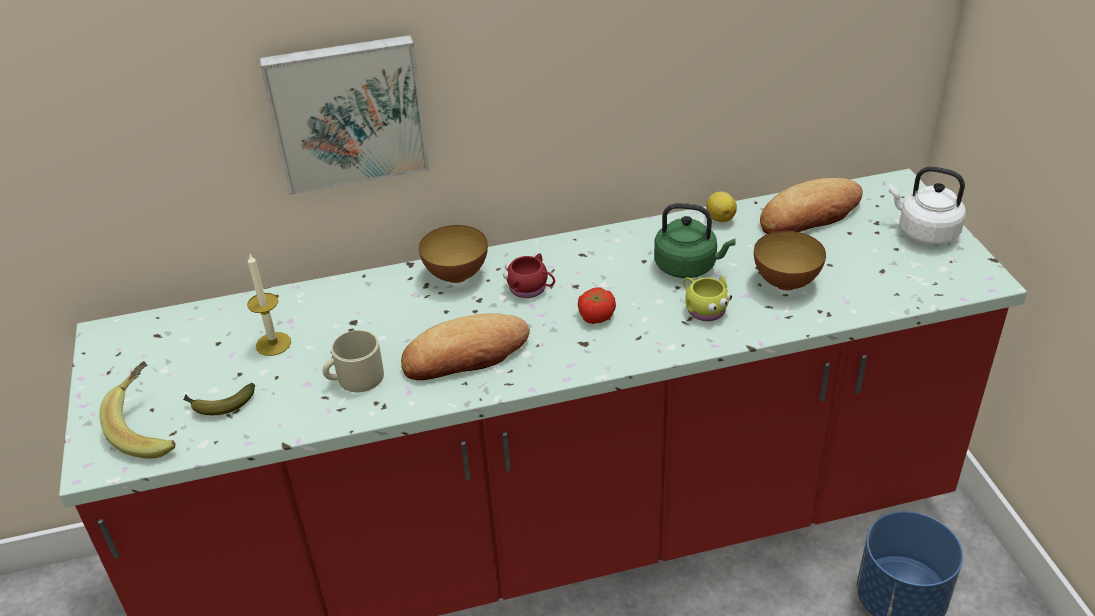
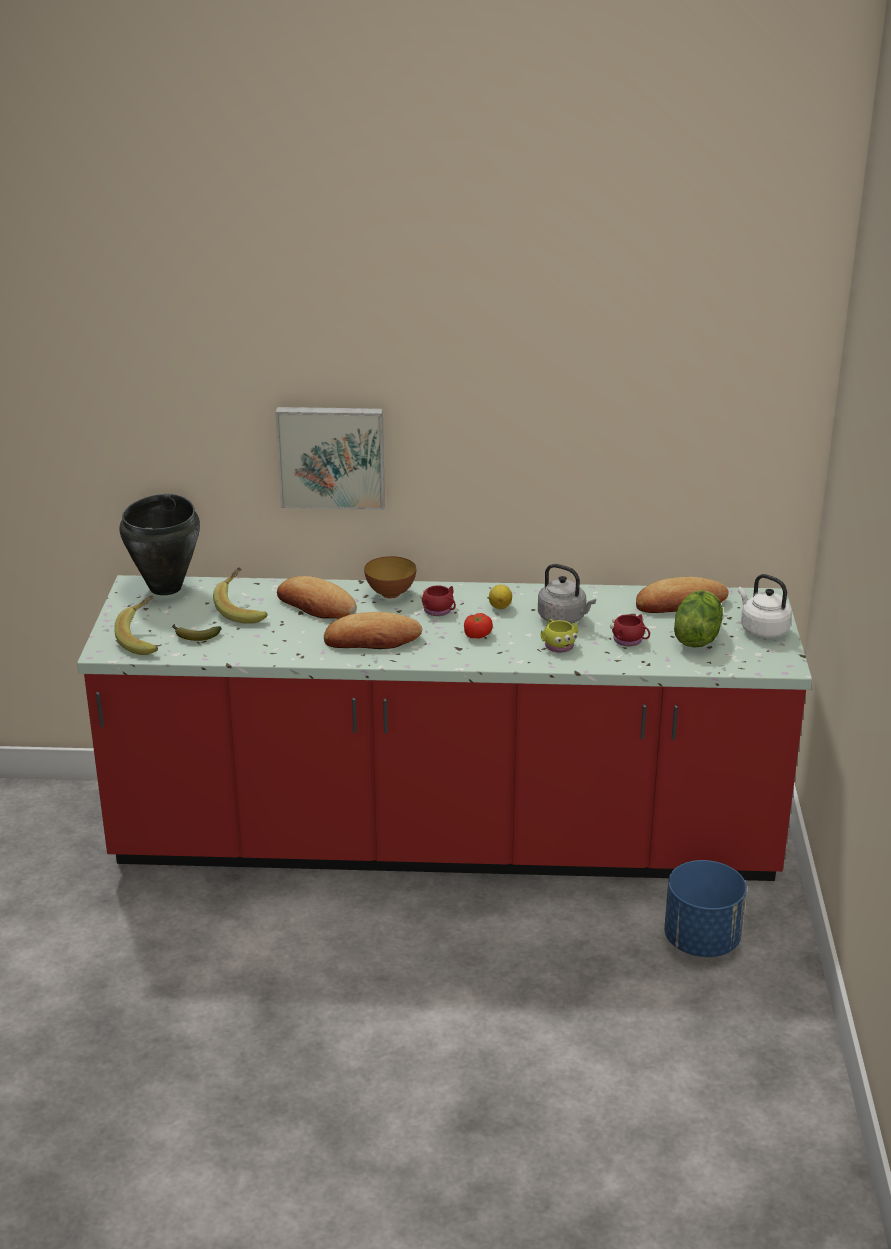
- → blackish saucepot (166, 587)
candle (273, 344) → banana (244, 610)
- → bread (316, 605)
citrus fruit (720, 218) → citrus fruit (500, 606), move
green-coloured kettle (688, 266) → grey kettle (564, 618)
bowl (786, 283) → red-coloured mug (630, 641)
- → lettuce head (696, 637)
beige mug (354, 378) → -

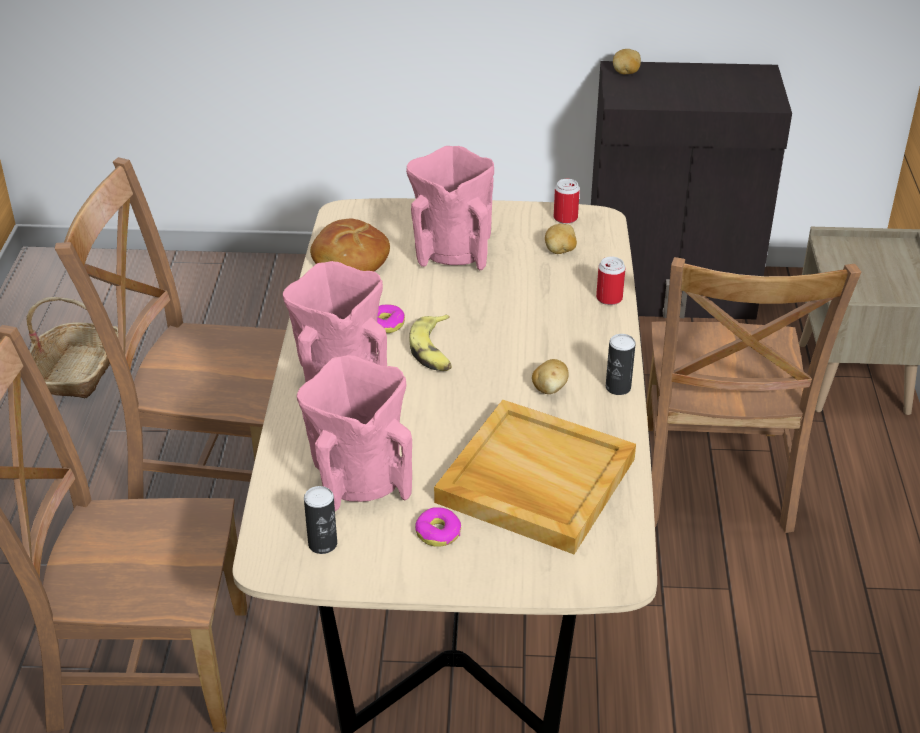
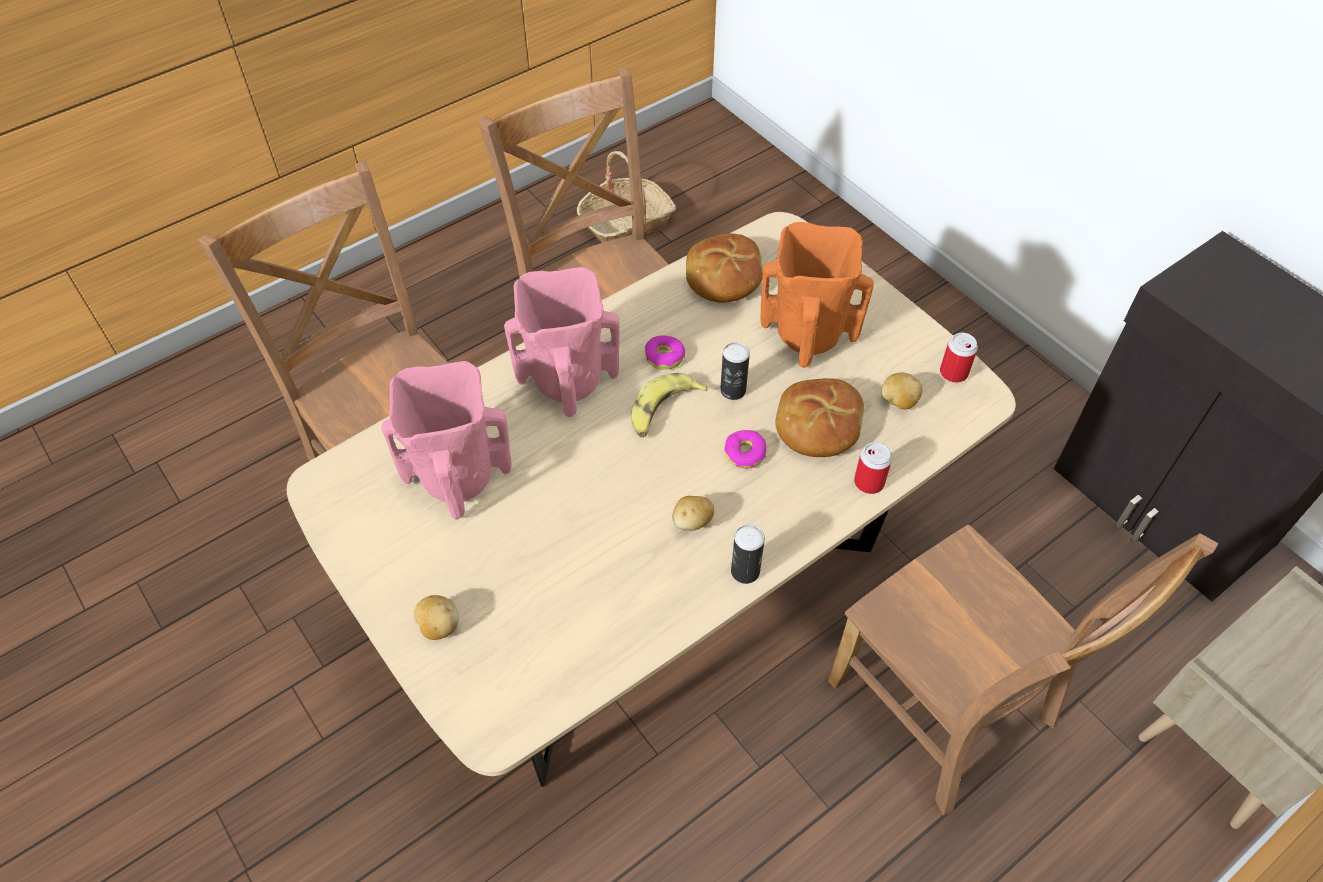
whole potato (626, 73) → whole potato (438, 626), move
sealed can (322, 544) → sealed can (733, 390), move
donut (438, 533) → donut (744, 453), move
pinkish decorative vase (452, 252) → orange decorative vase (808, 332)
- → bread (817, 426)
brown-coloured chair (713, 482) → brown-coloured chair (947, 710), 90 degrees counterclockwise
beige tray (534, 481) → -

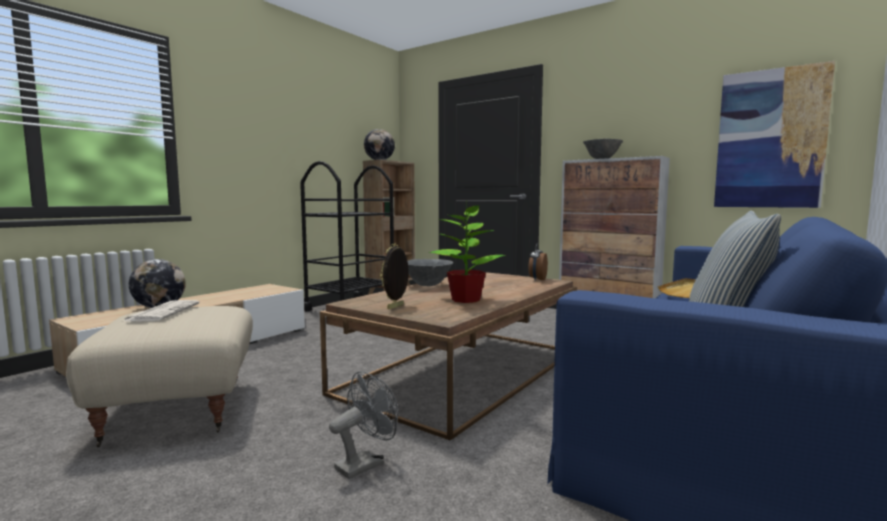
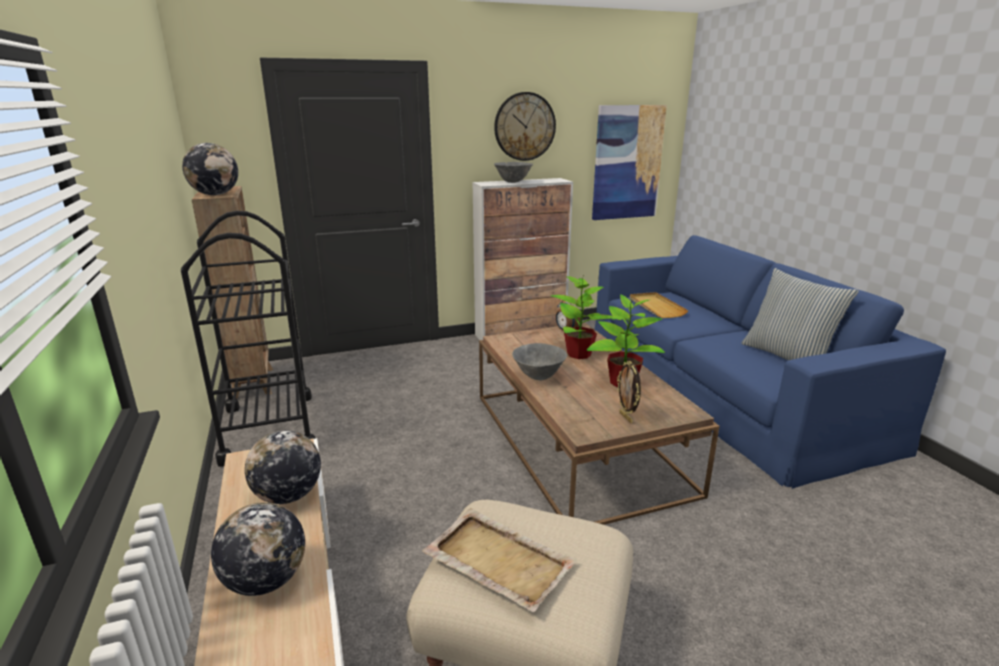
- → desk globe (288, 496)
daily paper (163, 312) → beige tray (497, 560)
- → hanging clock (524, 126)
- → potted plant (579, 354)
grey electric fan (365, 463) → -

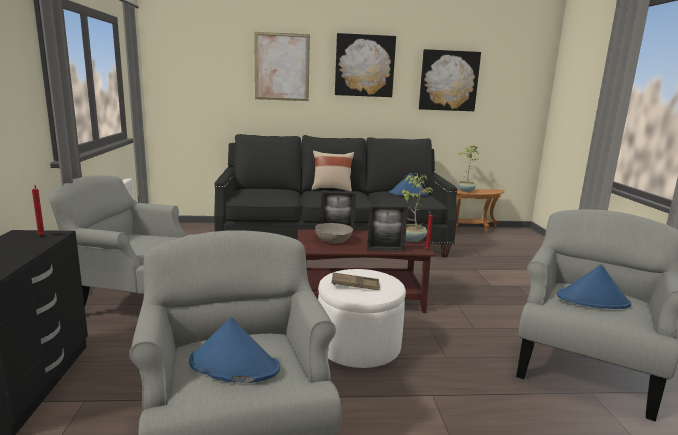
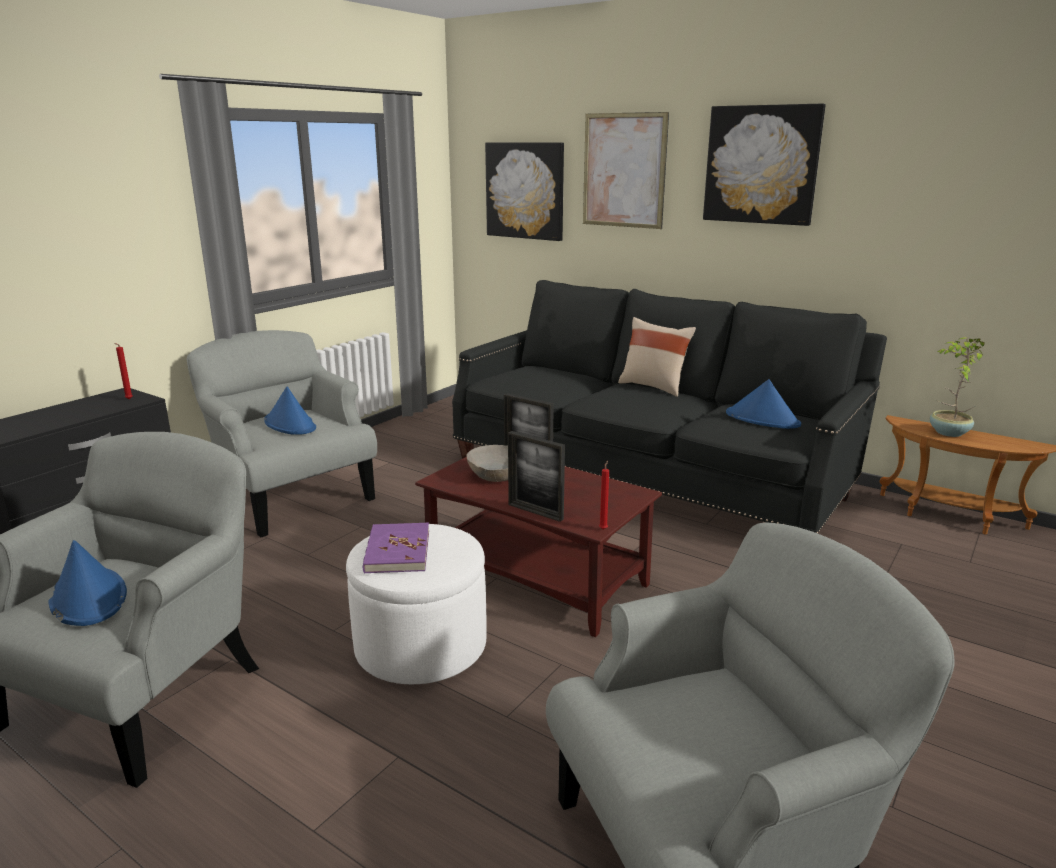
blue clothing hat (593, 300) → blue clothing hat (290, 424), move
brown-coloured tray (355, 285) → purple book (397, 551)
wall picture (448, 81) → wall picture (525, 191), move
potted plant (411, 239) → -

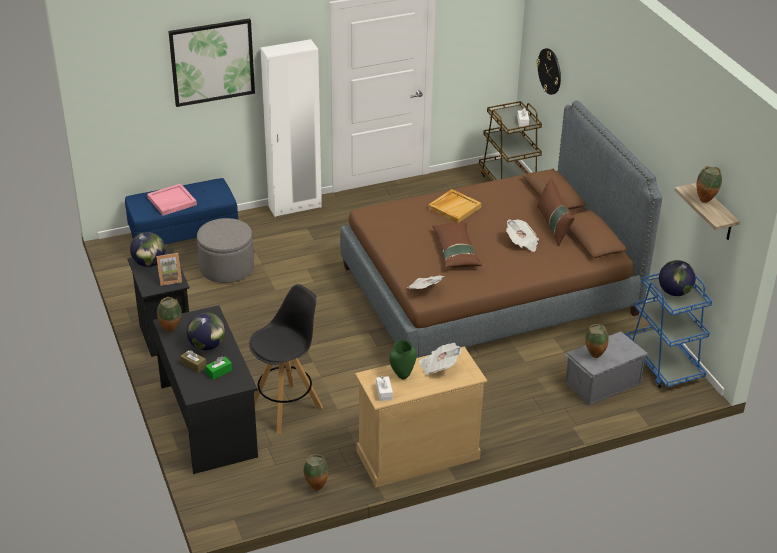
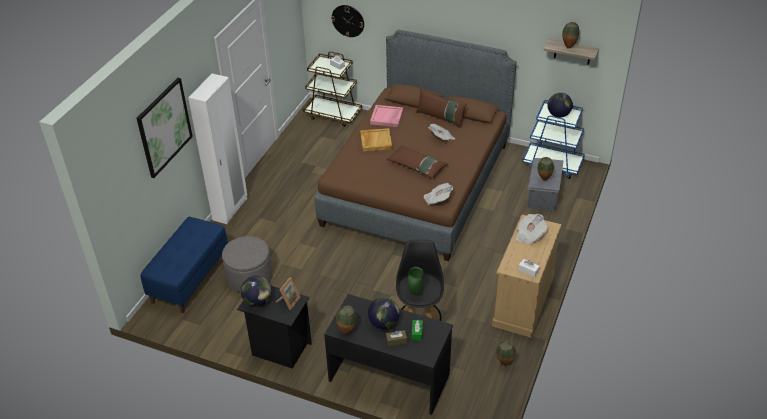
pinkish tray (172, 201) → pinkish tray (387, 117), move
green-coloured decorative vase (402, 376) → green-coloured decorative vase (416, 293), move

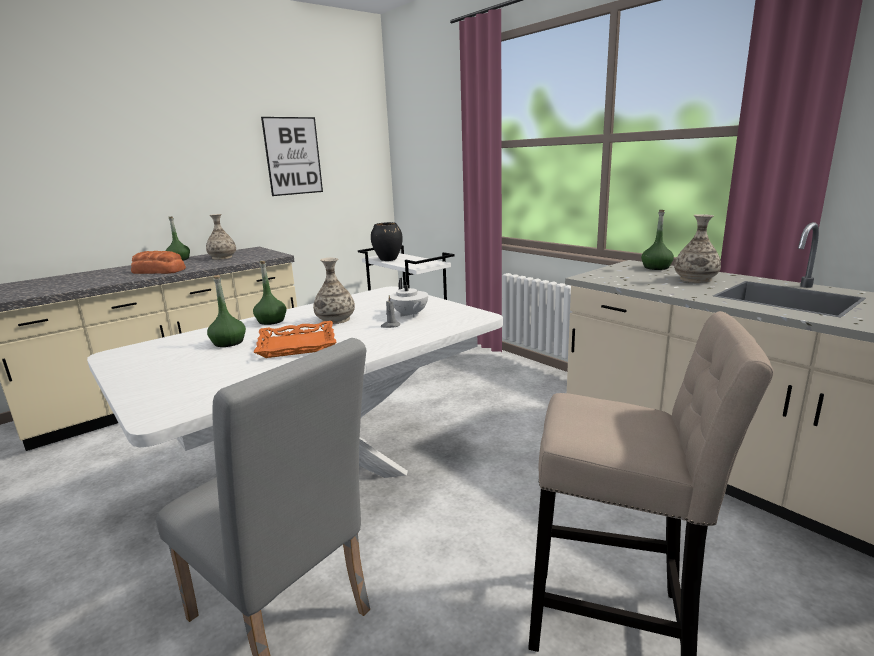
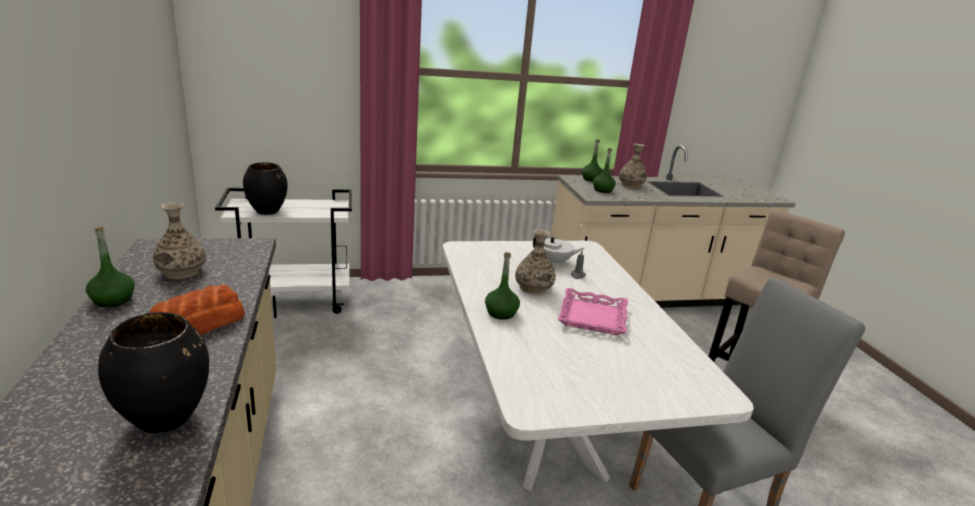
- → blackish decorative vase (166, 418)
orange tray (297, 344) → pinkish tray (592, 317)
green-coloured beverage bottle (229, 342) → green-coloured beverage bottle (602, 190), move
wall picture (293, 156) → -

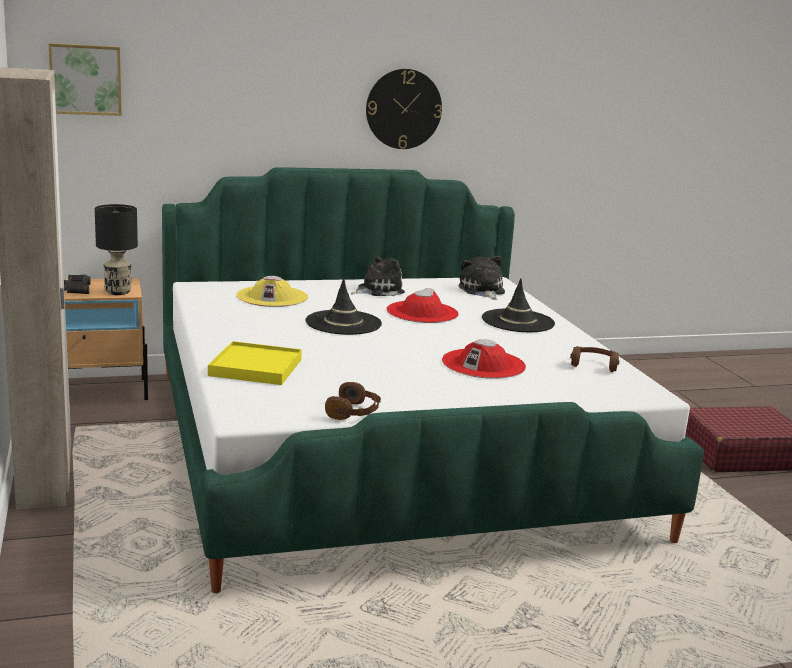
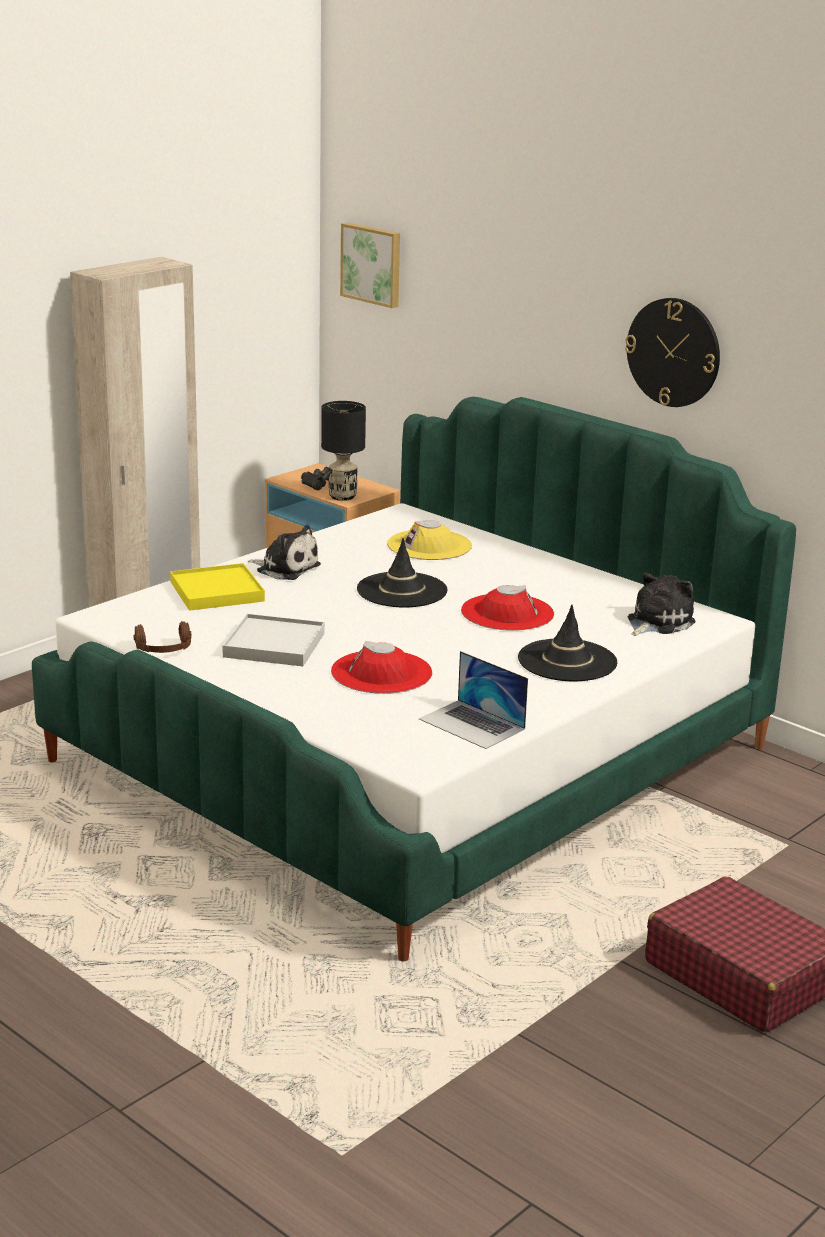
- → whitish tray (274, 645)
cuddly toy (378, 290) → cuddly toy (285, 568), move
brown-coloured headphones (593, 365) → laptop (472, 724)

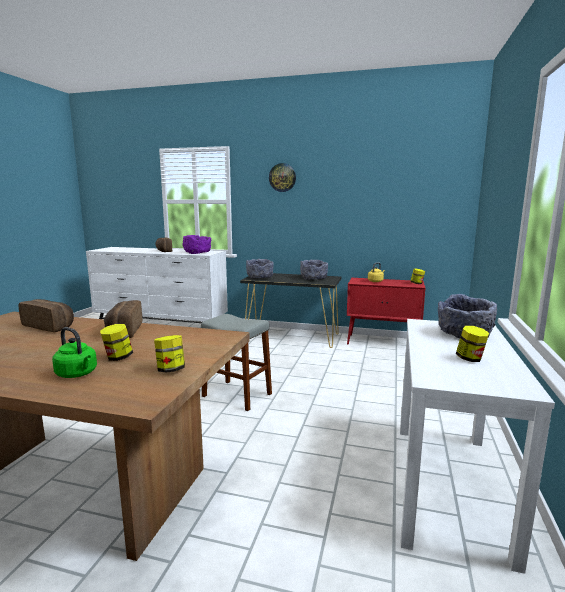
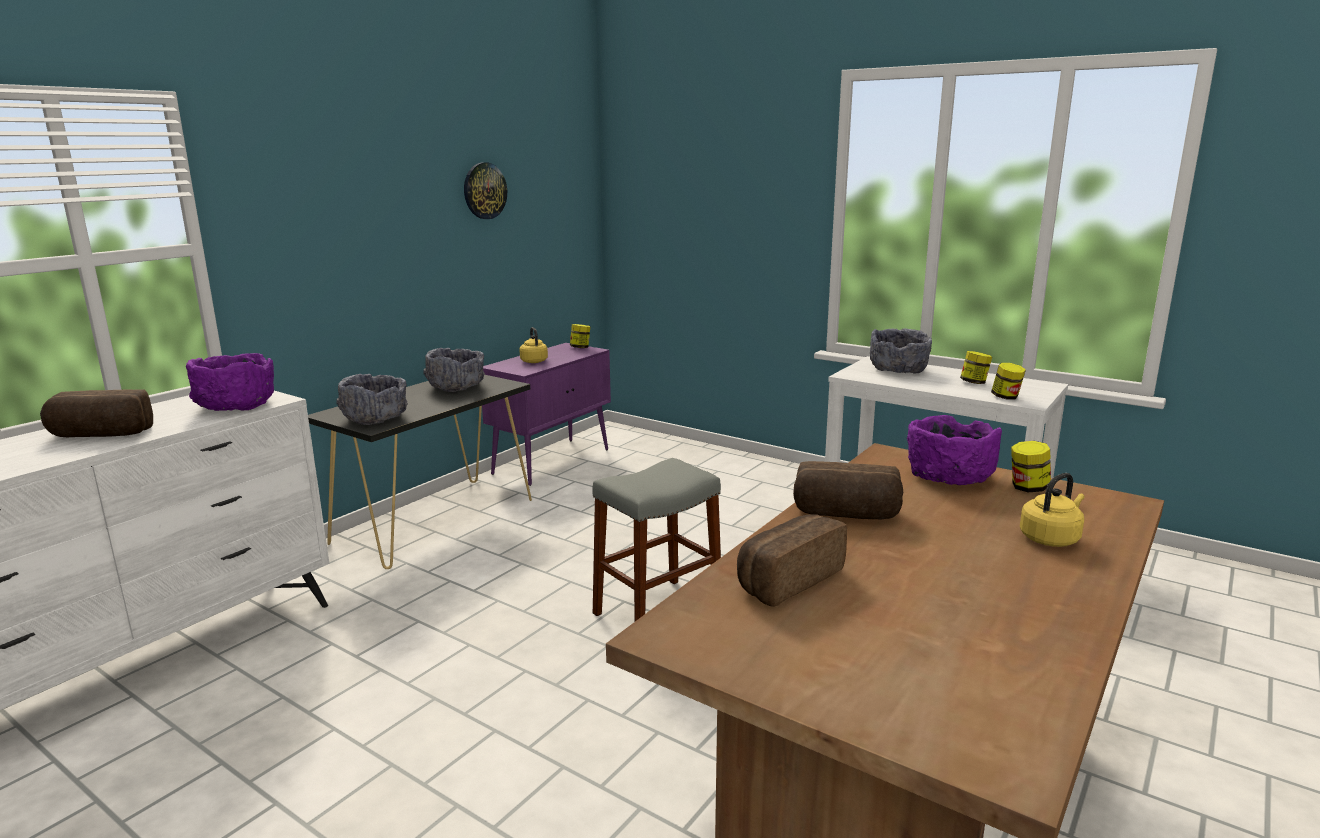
hanging clock (282, 177) → hanging clock (484, 191), move
red-coloured cabinet (383, 342) → purple cabinet (552, 461)
- → purple bowl (948, 476)
jar (118, 357) → jar (1006, 397), move
green-coloured kettle (78, 374) → yellow kettle (1051, 538)

